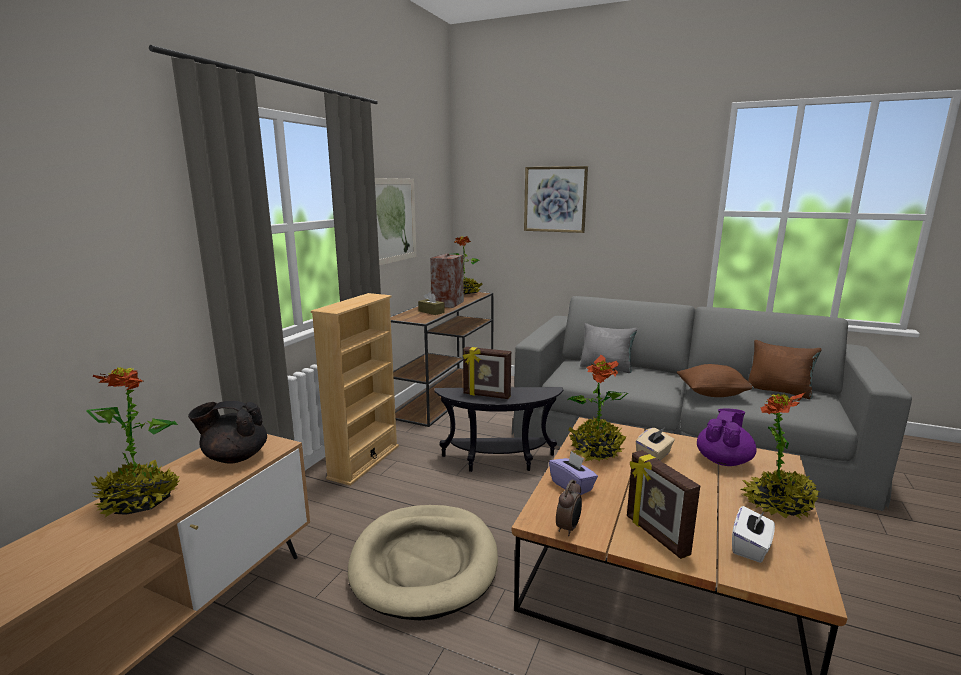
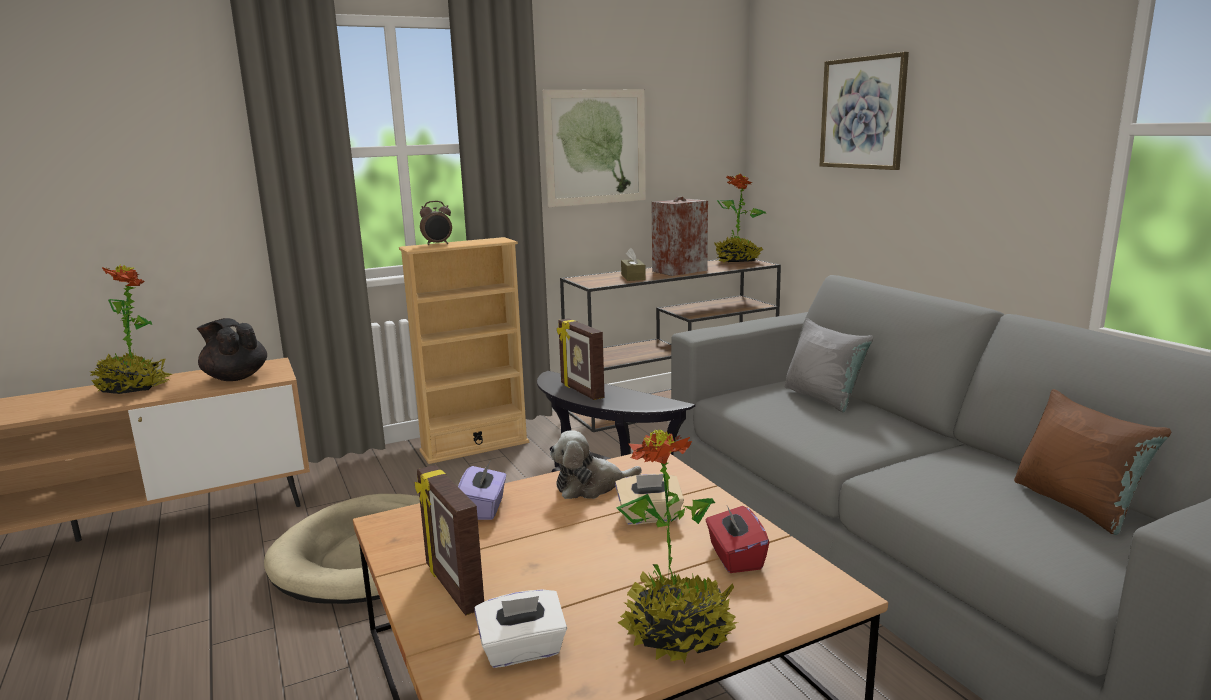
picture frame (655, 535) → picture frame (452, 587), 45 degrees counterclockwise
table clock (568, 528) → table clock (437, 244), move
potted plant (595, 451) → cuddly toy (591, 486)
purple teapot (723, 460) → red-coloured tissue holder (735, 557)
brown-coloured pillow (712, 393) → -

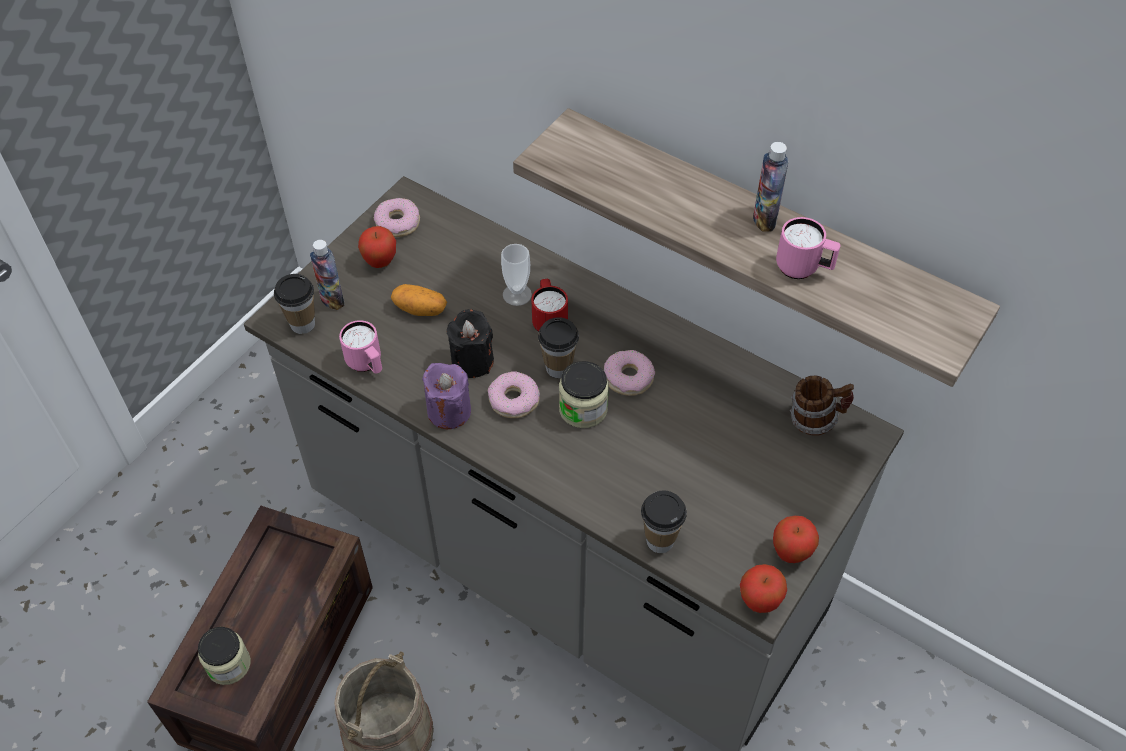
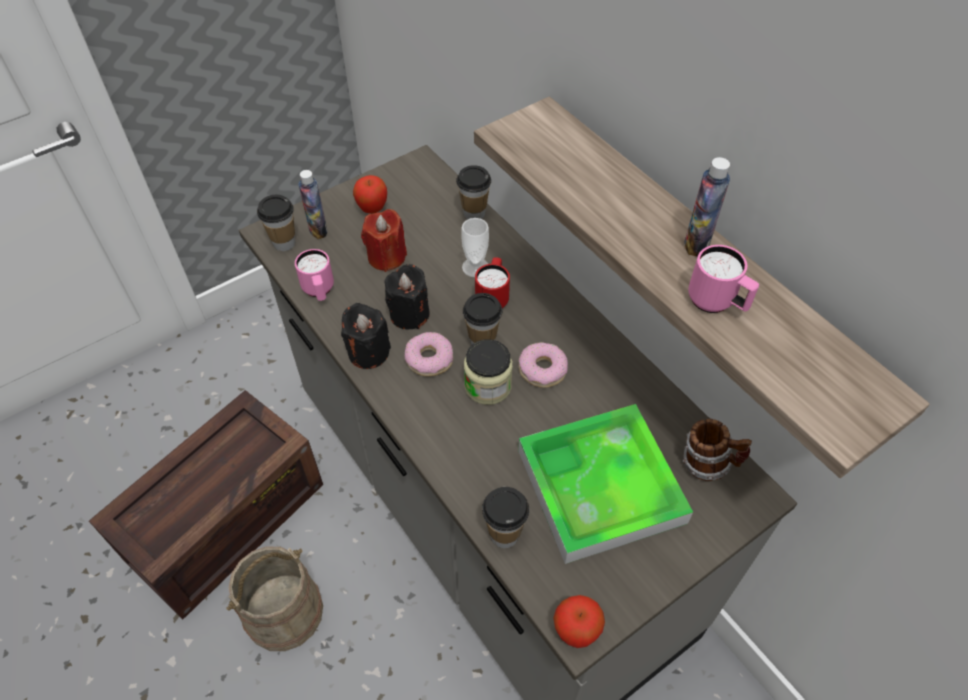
purple candle (449, 411) → blackish candle (368, 352)
whole potato (420, 309) → red-coloured candle (386, 257)
- → drinking cup (474, 213)
- → tray (600, 486)
jar (228, 664) → -
donut (398, 223) → -
apple fruit (790, 553) → -

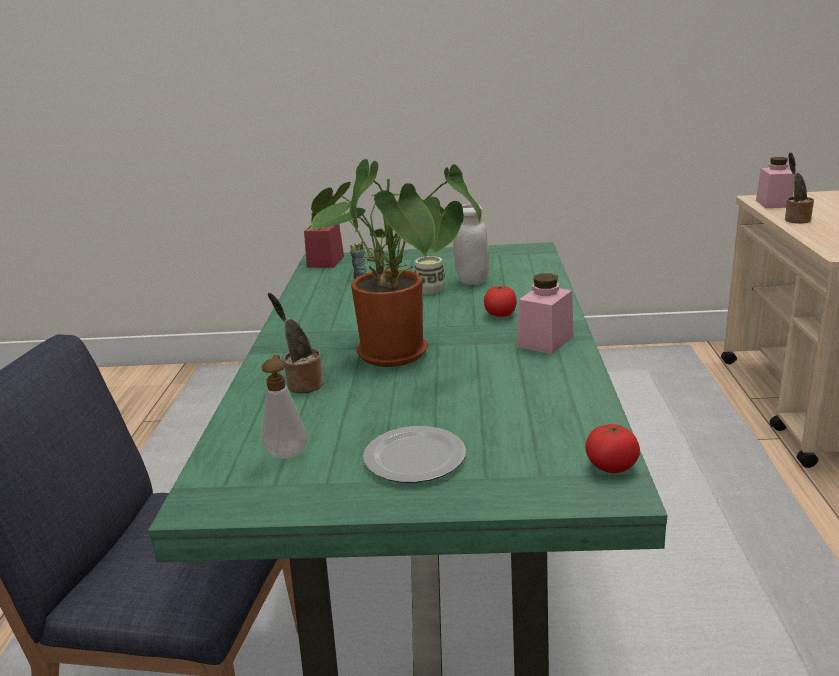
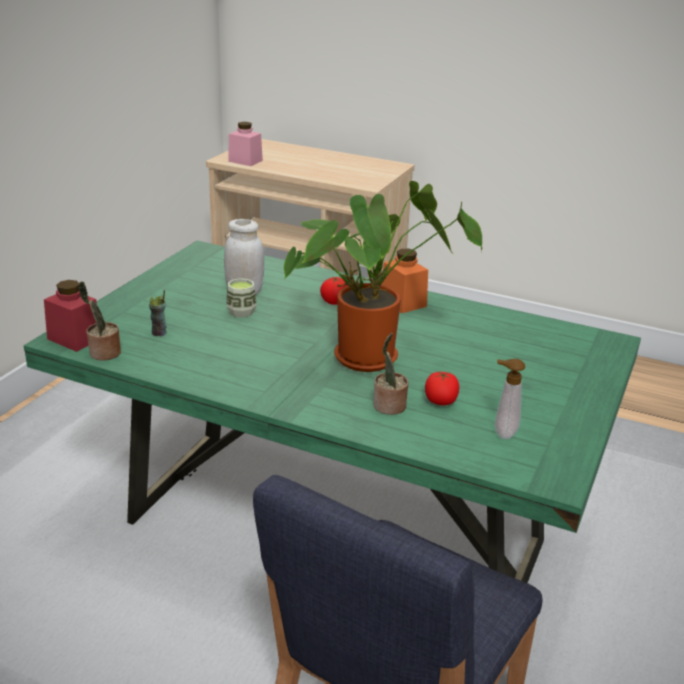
potted plant (795, 220) → potted plant (103, 354), move
pinkish jar (545, 341) → orange jar (403, 302)
whole tomato (611, 466) → whole tomato (440, 401), move
plate (415, 457) → -

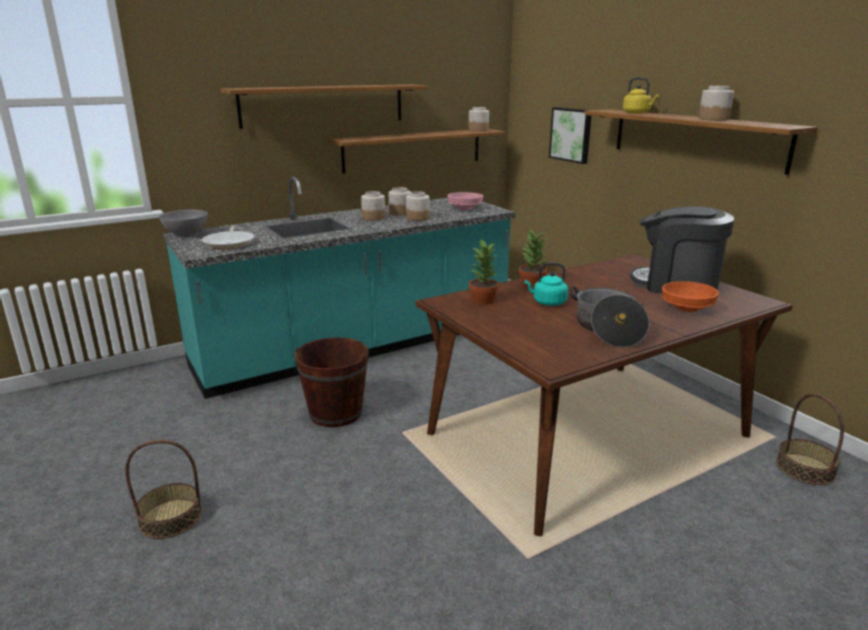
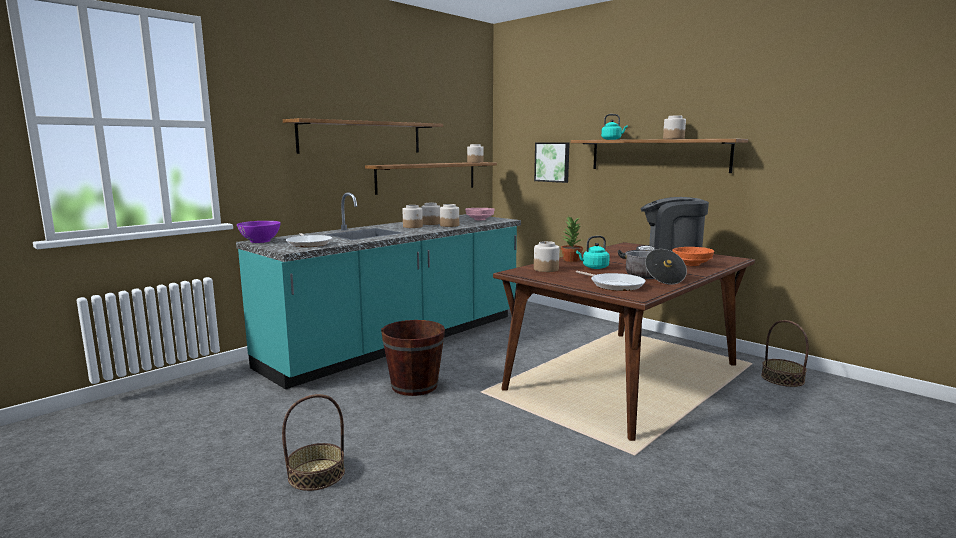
grey bowl (187, 234) → purple bowl (260, 241)
potted plant (483, 300) → jar (546, 269)
- → pan (614, 285)
yellow kettle (637, 113) → turquoise-coloured kettle (612, 139)

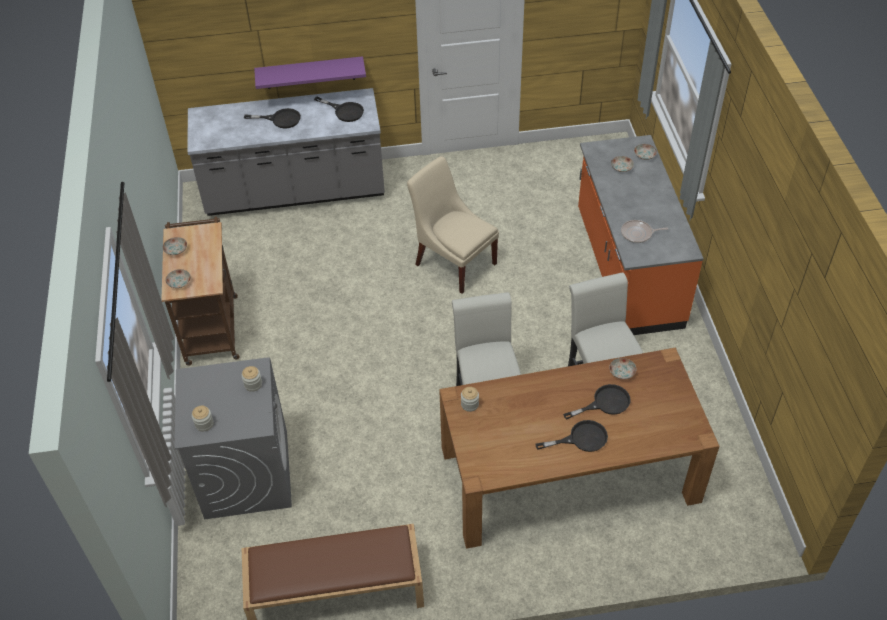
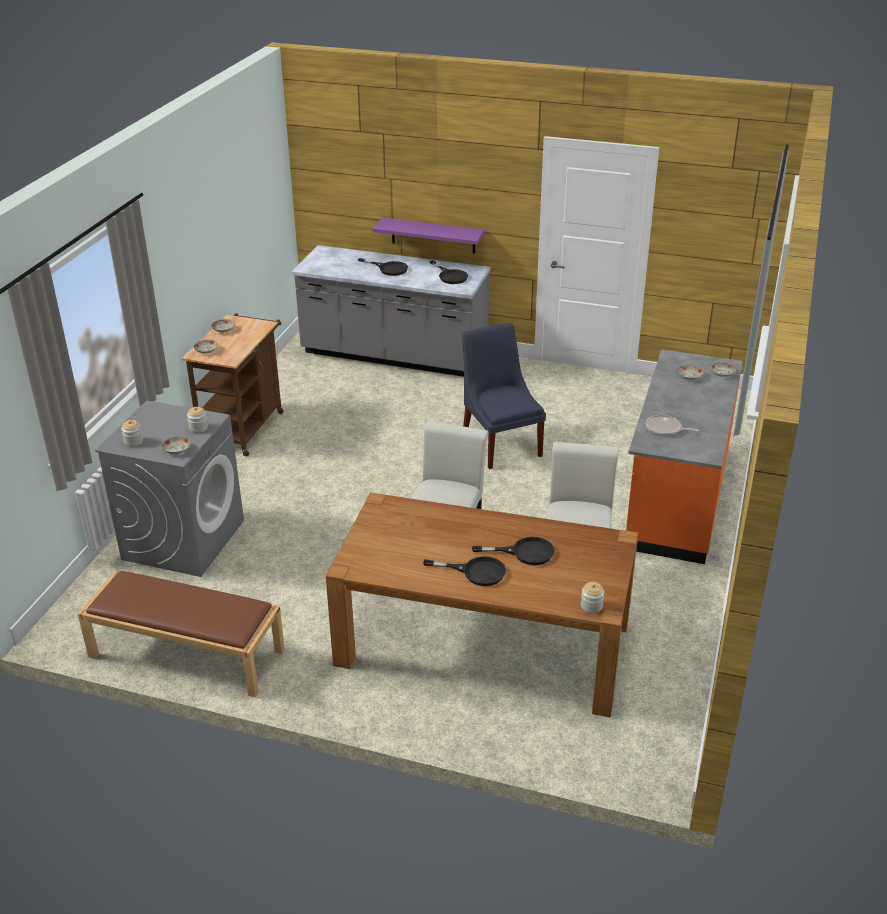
plate (622, 372) → plate (176, 450), move
beige chair (453, 261) → blue chair (500, 443)
jar (469, 404) → jar (591, 606), move

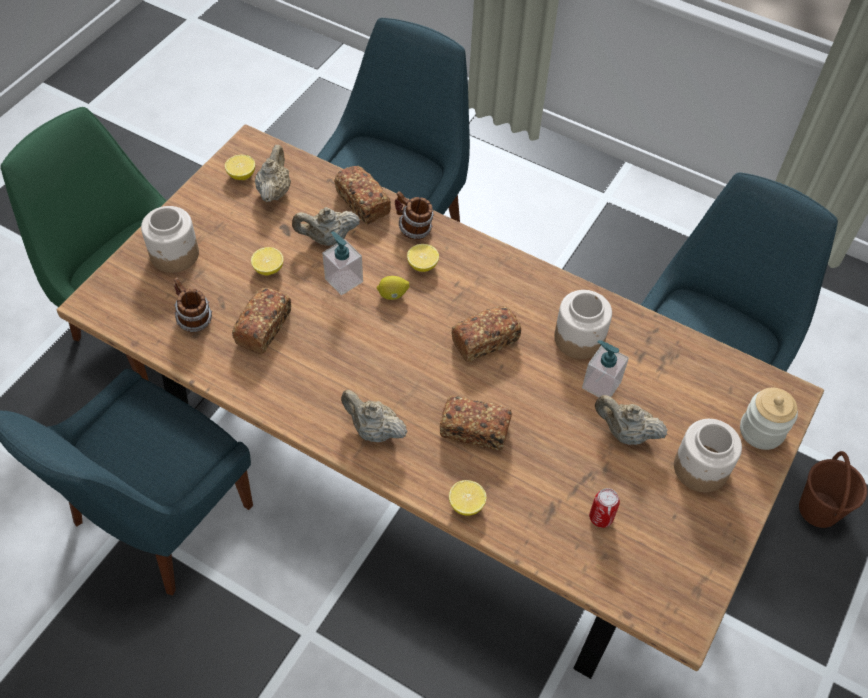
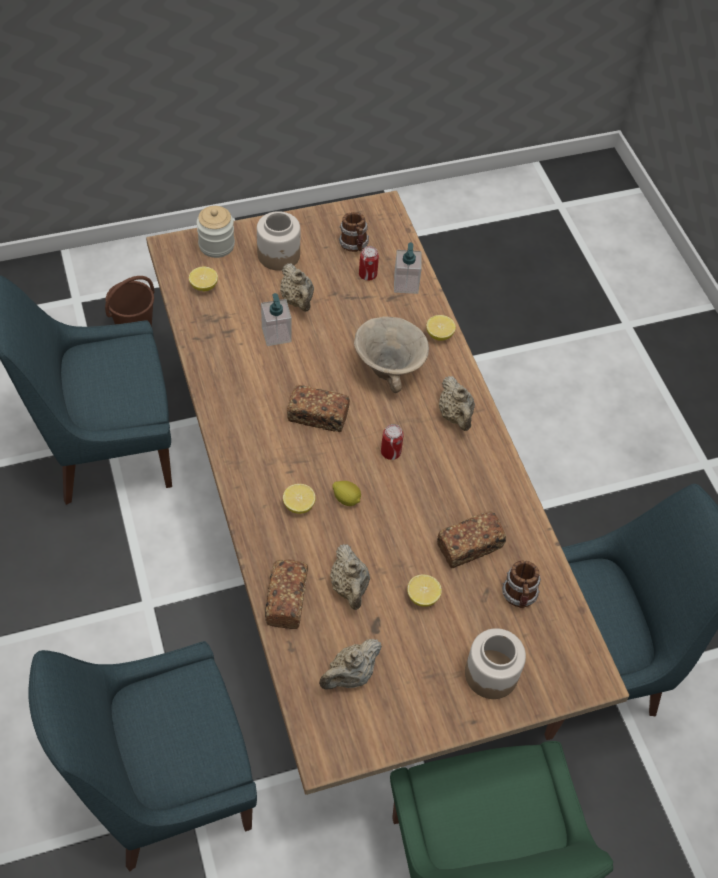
citrus fruit (241, 175) → citrus fruit (204, 286), move
beige teapot (327, 239) → beige teapot (350, 587), 45 degrees clockwise
mug (413, 229) → mug (354, 246), move
bread (474, 430) → beige bowl (389, 368)
- → sealed can (390, 452)
liquid soap bottle (343, 280) → liquid soap bottle (406, 284), move
jar (579, 338) → -

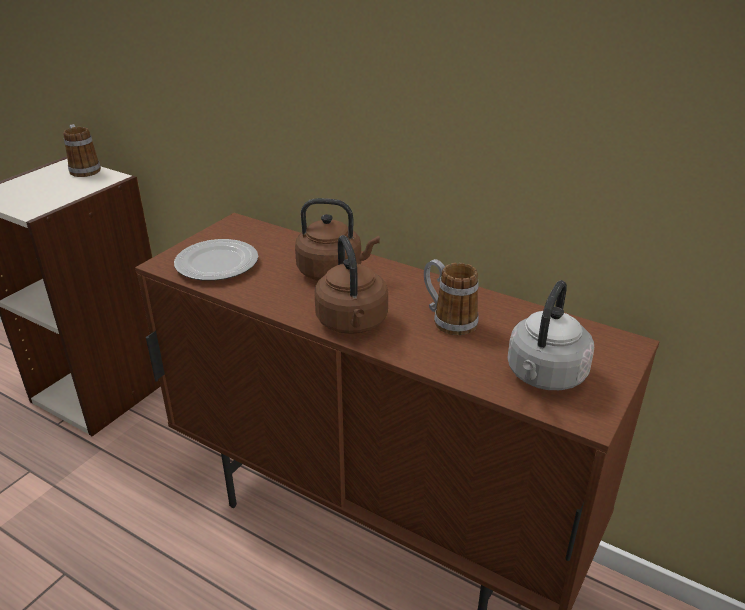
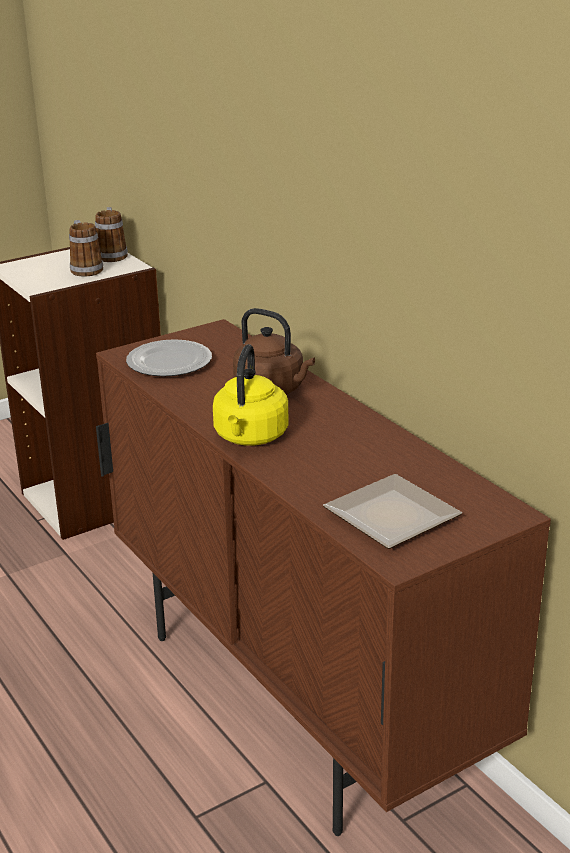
mug (448, 320) → mug (85, 269), move
brown-coloured kettle (352, 323) → yellow kettle (250, 437)
grey kettle (544, 376) → plate (391, 519)

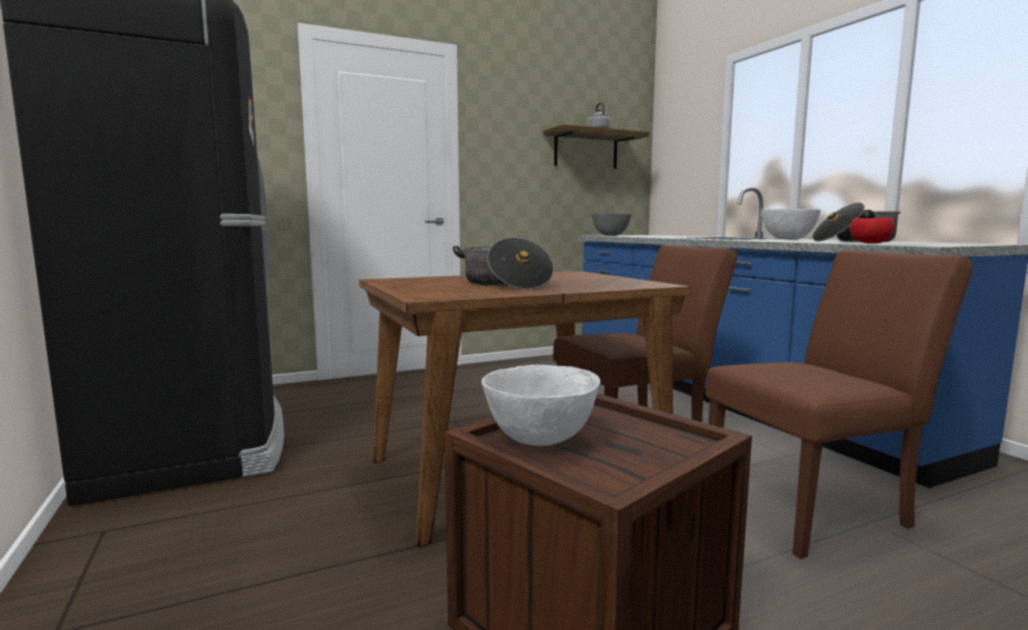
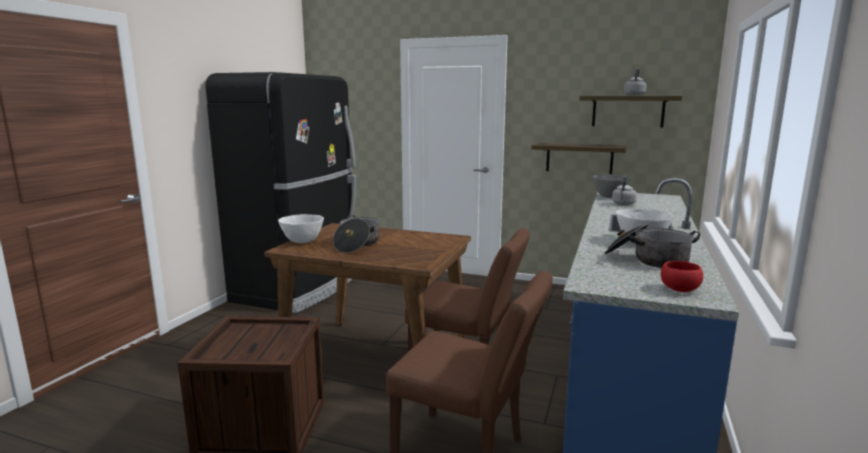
whitish bowl (539, 440) → whitish bowl (302, 242), move
- → shelf (579, 158)
- → grey kettle (623, 204)
red-coloured bowl (869, 243) → red-coloured bowl (678, 289), move

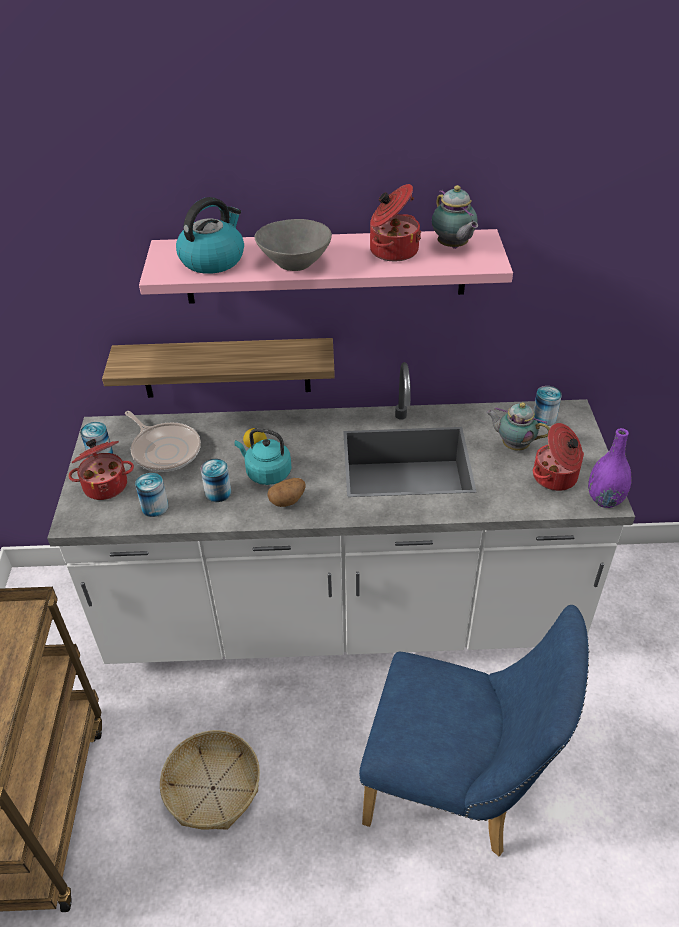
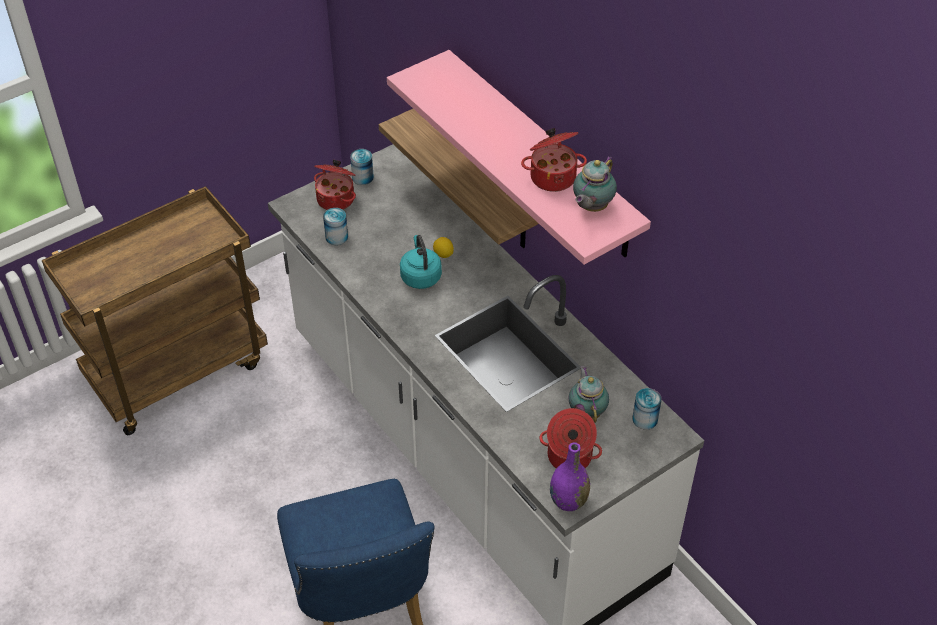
pan (165, 450) → -
household basket (212, 788) → -
kettle (213, 259) → -
sealed can (218, 492) → -
grey bowl (294, 263) → -
whole potato (287, 500) → -

